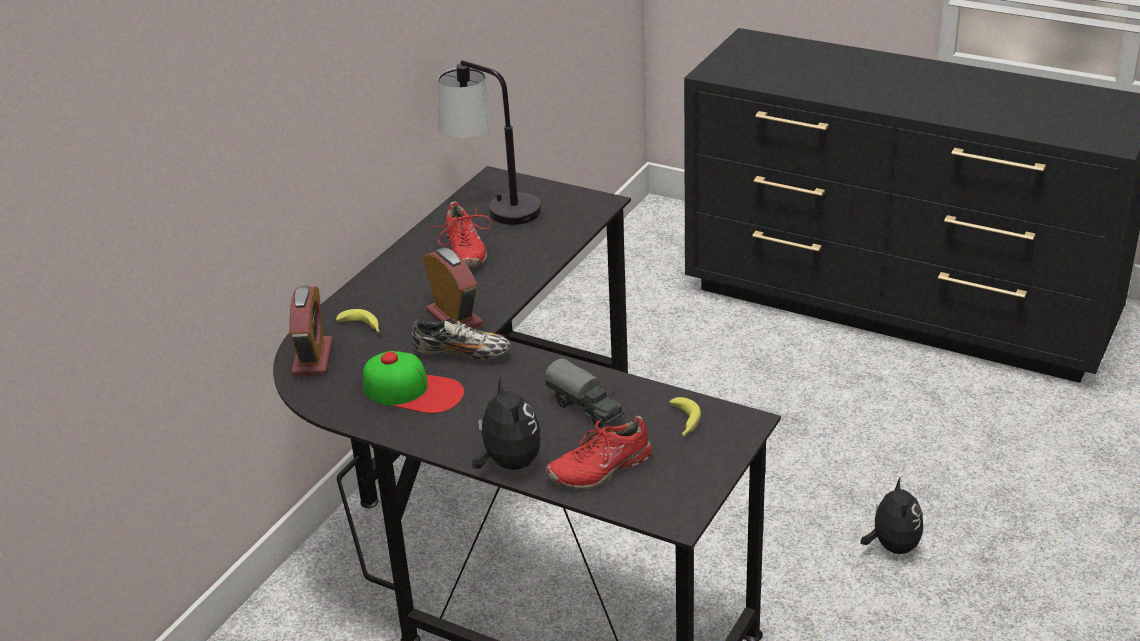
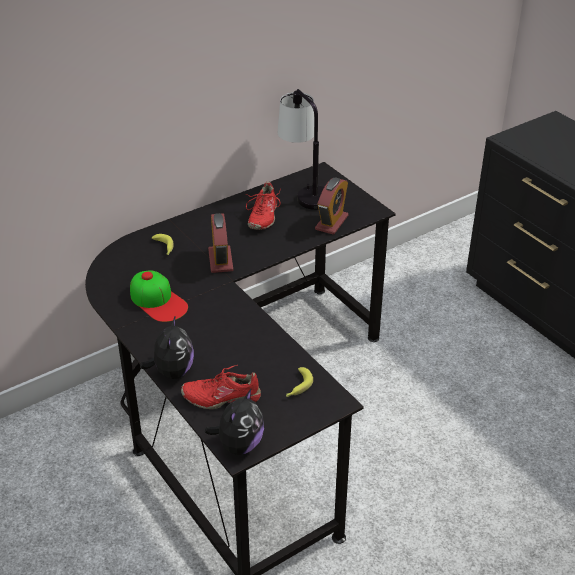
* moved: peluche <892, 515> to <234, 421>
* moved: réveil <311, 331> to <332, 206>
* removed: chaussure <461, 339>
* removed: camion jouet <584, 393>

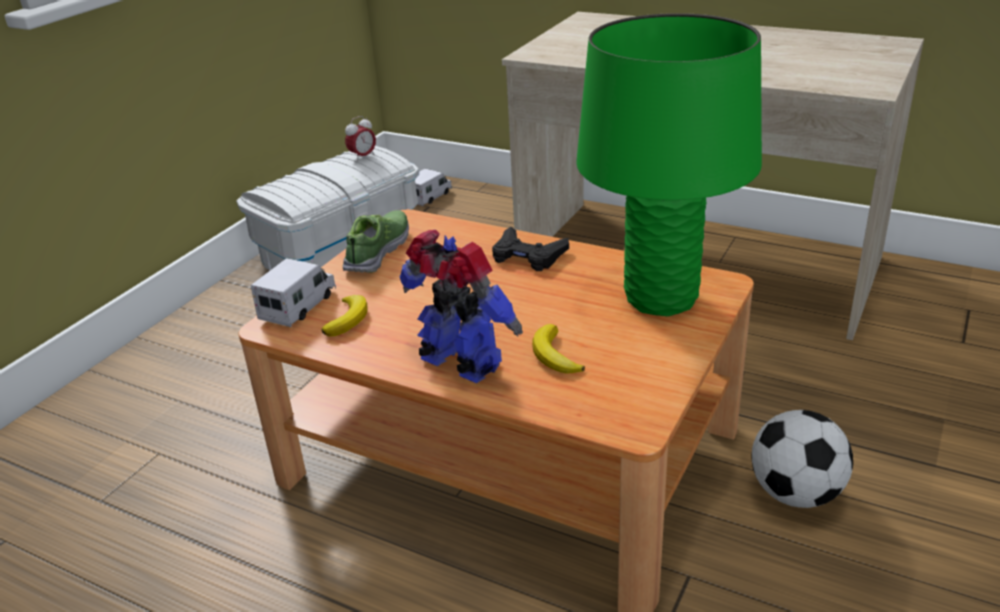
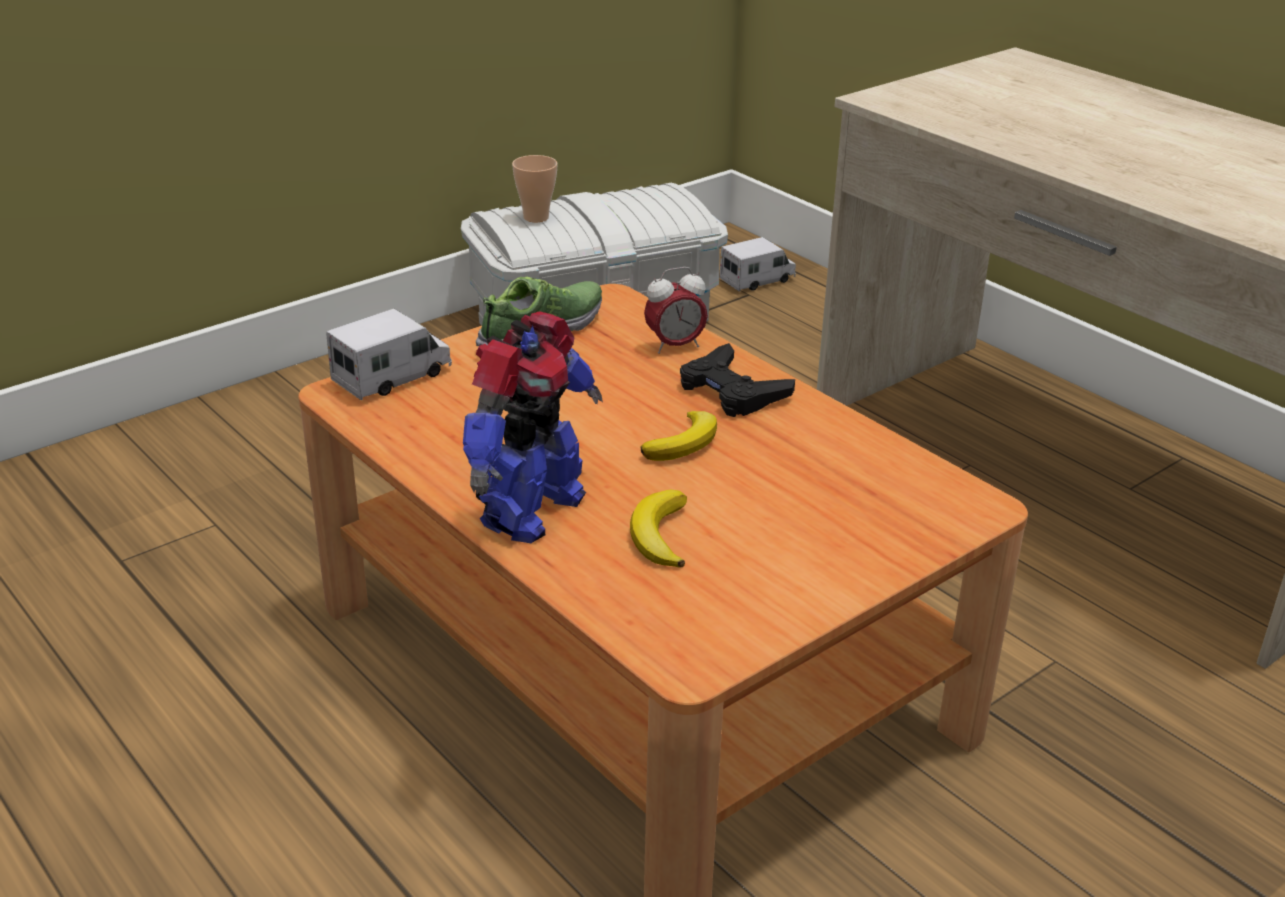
* turned: robot jouet <461, 306> = <533, 427> 60 degrees clockwise
* added: tasse <535, 188>
* moved: banane <344, 316> to <678, 436>
* moved: réveil <360, 138> to <676, 310>
* removed: lampe de table [vert] <669, 164>
* removed: ballon de foot <802, 459>

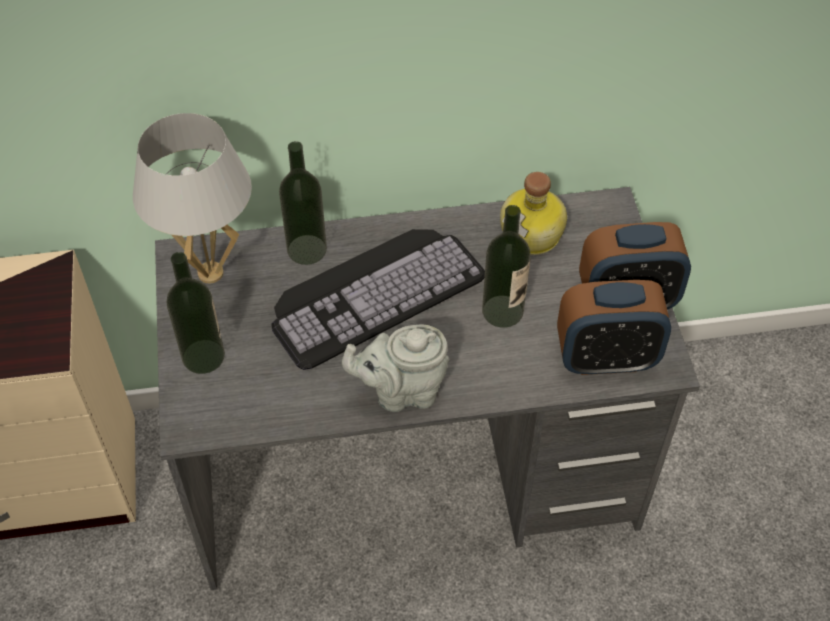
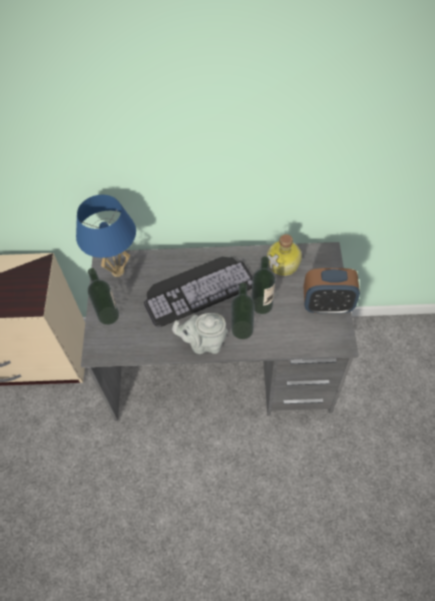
* recoloured: lampe de table [blanc] <192, 198> to lampe de table [bleu] <106, 236>
* moved: bouteille <303, 203> to <243, 311>
* removed: réveil <614, 327>

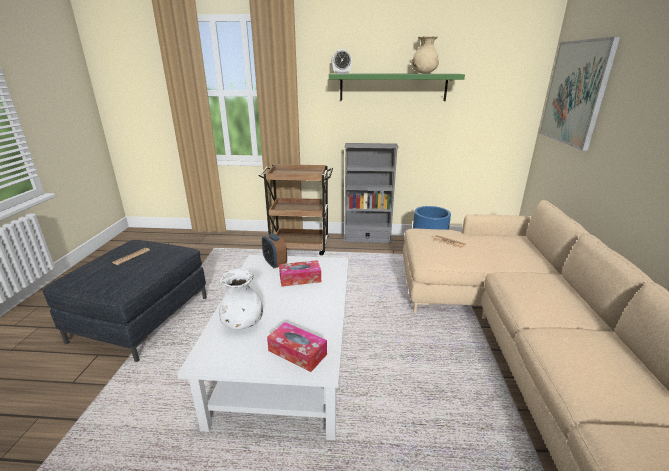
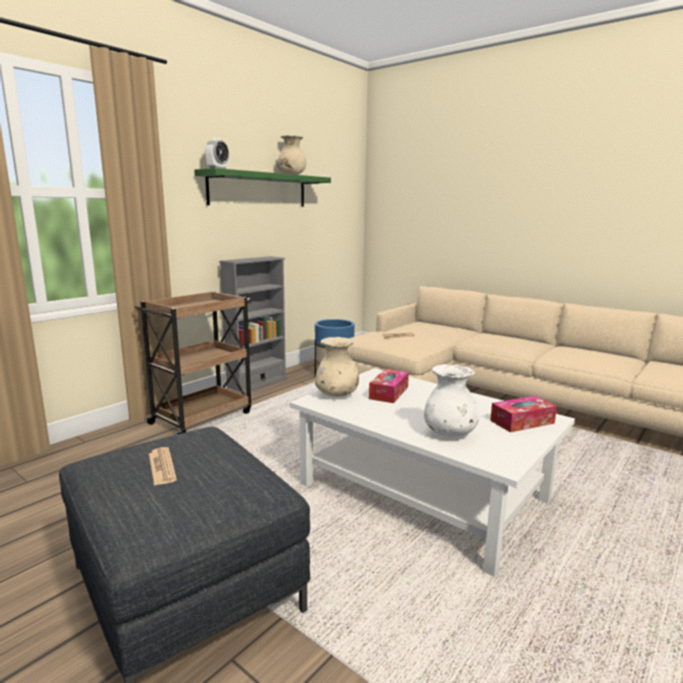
* replaced: réveil <274, 250> to vase [beige] <337, 367>
* removed: tableau <579, 94>

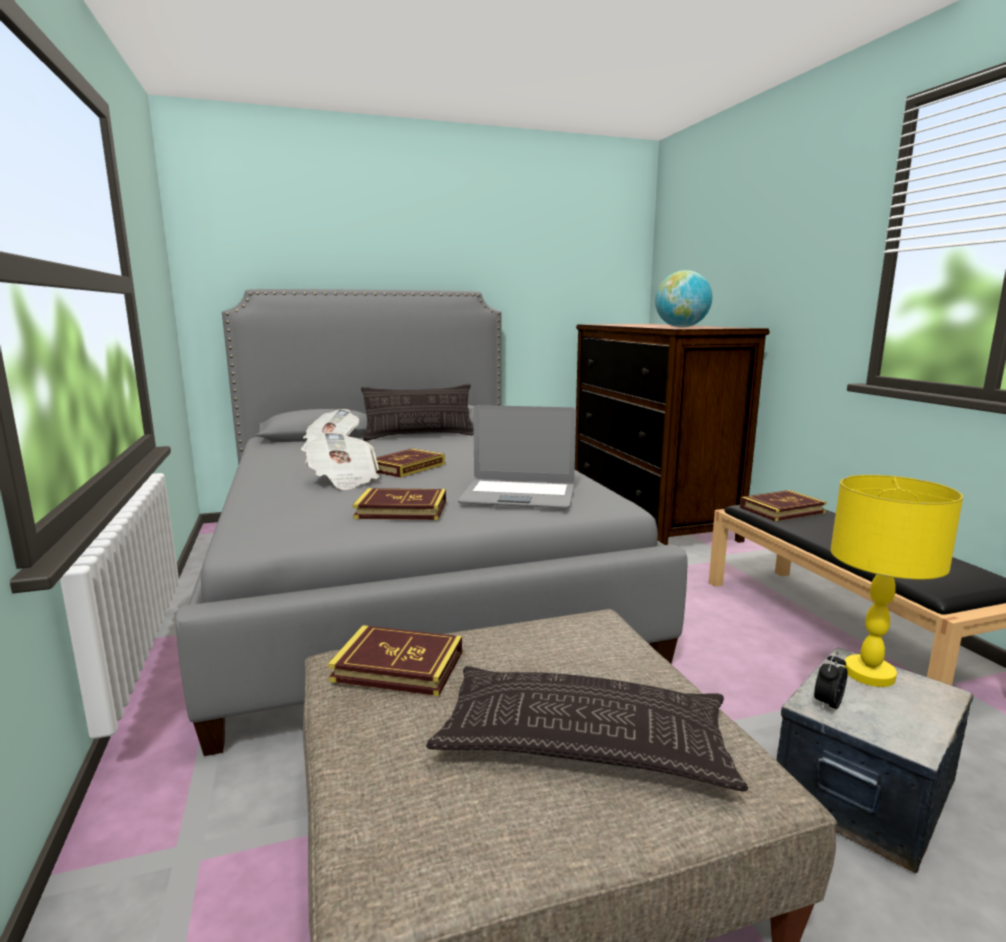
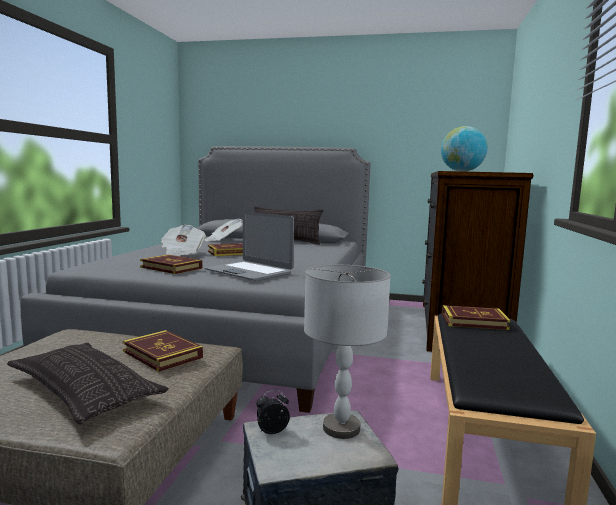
* moved: livre <395, 660> to <163, 351>
* recoloured: lampe de table [jaune] <896, 581> to lampe de table [gris] <347, 352>

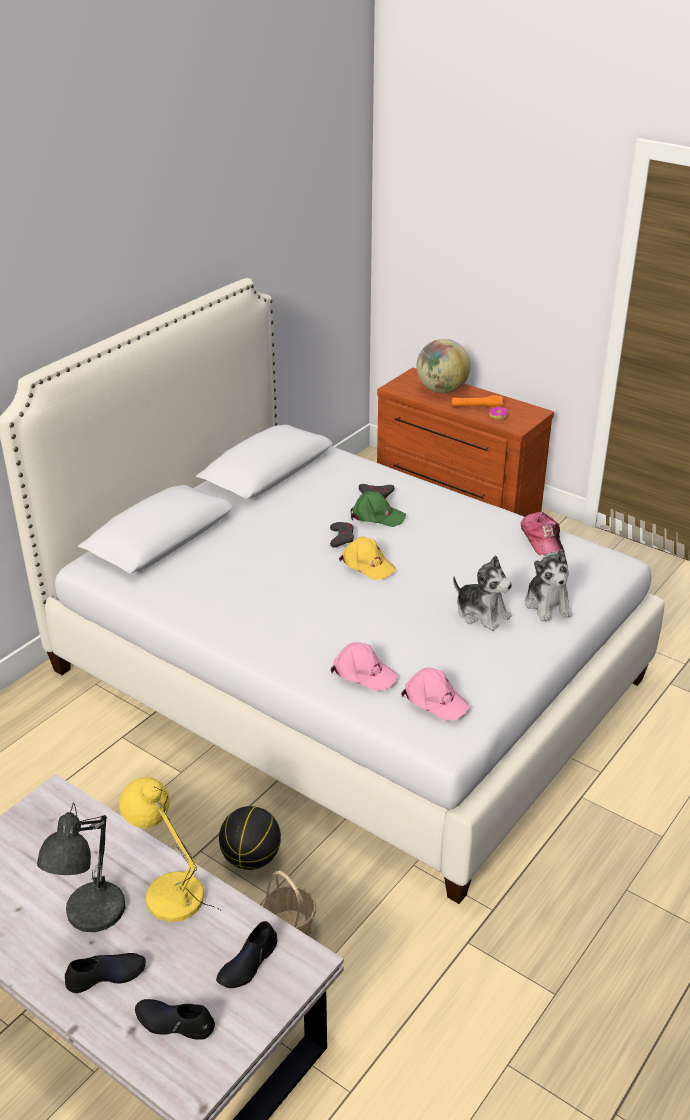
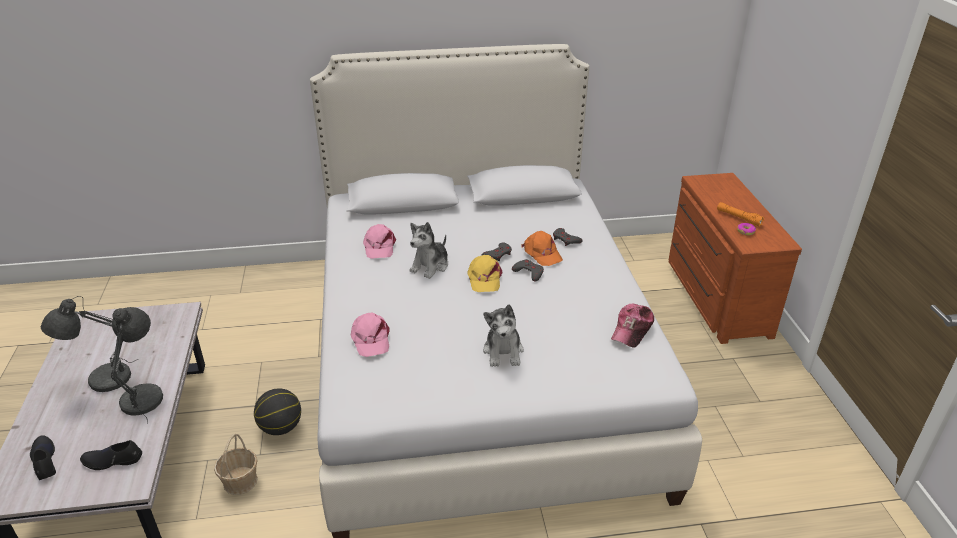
* recoloured: lampe de table [jaune] <170, 849> to lampe de table [gris] <137, 365>
* moved: casquette [rose] <435, 694> to <379, 241>
* moved: peluche <548, 585> to <428, 250>
* added: manette [gris] <528, 270>
* recoloured: casquette [vert] <378, 509> to casquette [orange] <542, 248>
* removed: chaussure [noir] <105, 973>
* removed: globe <443, 366>

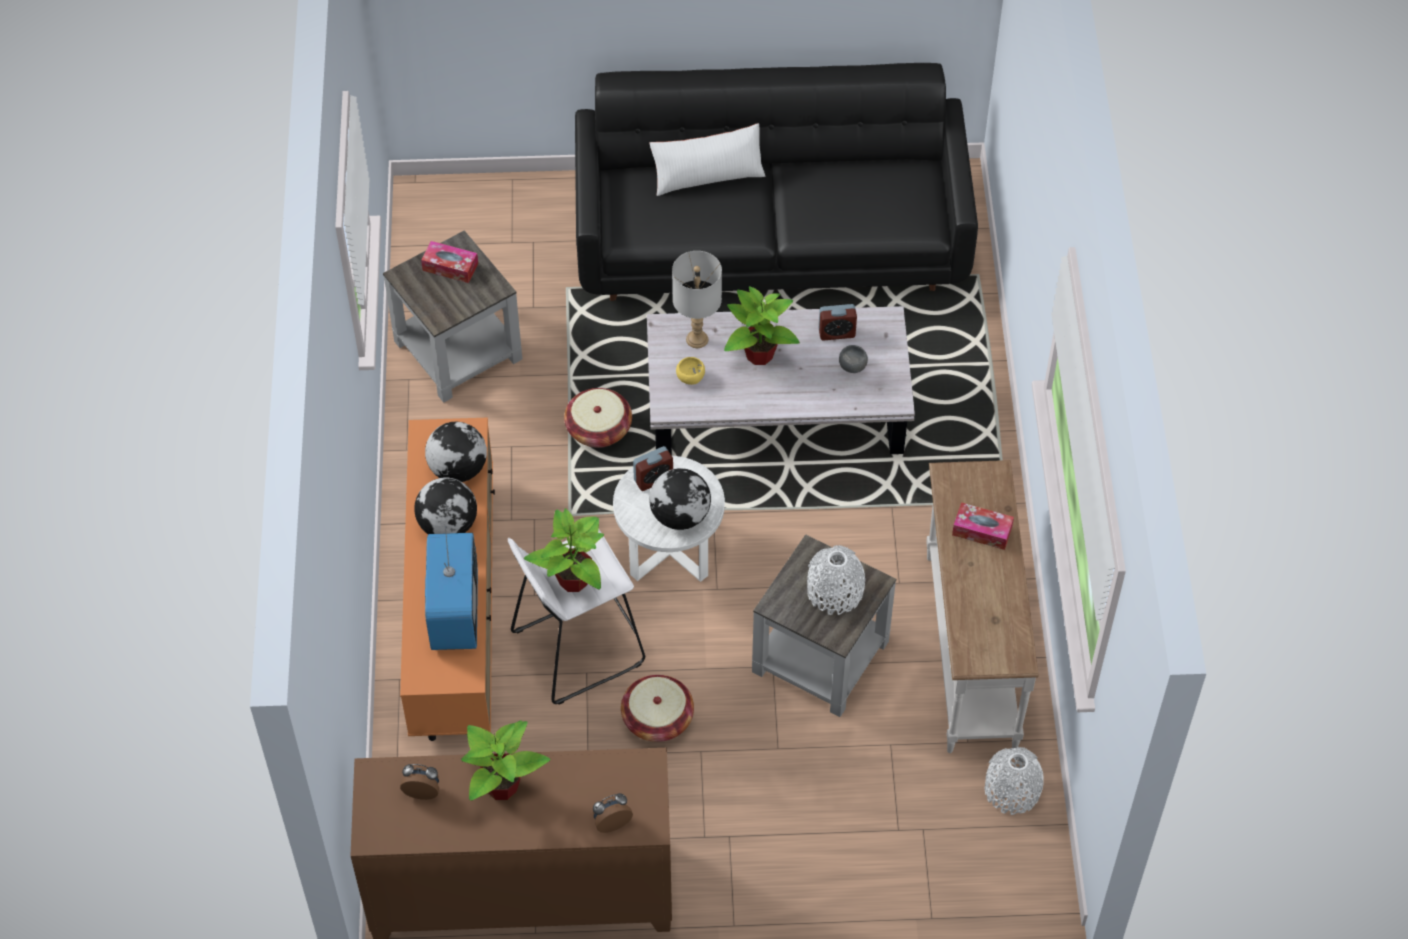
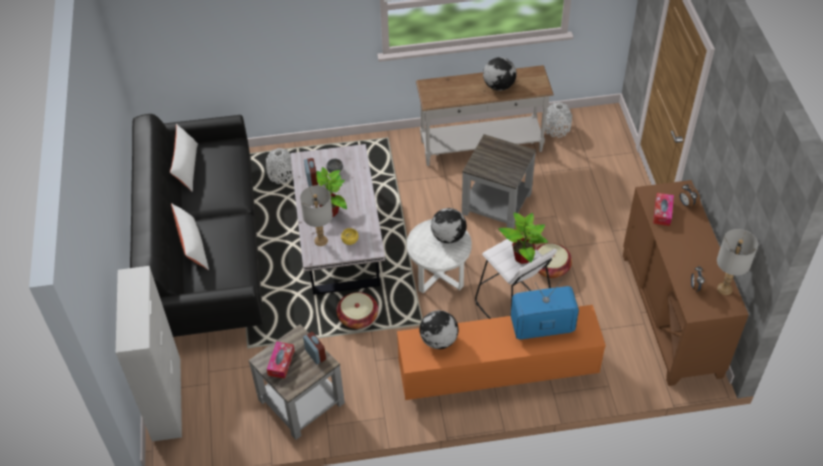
* added: meuble de rangement [blanc] <149, 354>
* added: coussin [blanc] <184, 158>
* moved: vase [blanc] <836, 580> to <279, 166>
* moved: réveil <653, 468> to <314, 348>
* moved: globe <445, 506> to <500, 74>
* moved: boîte à mouchoirs <983, 526> to <663, 209>
* added: lampe de table [gris] <737, 262>
* removed: plante en pot <506, 761>

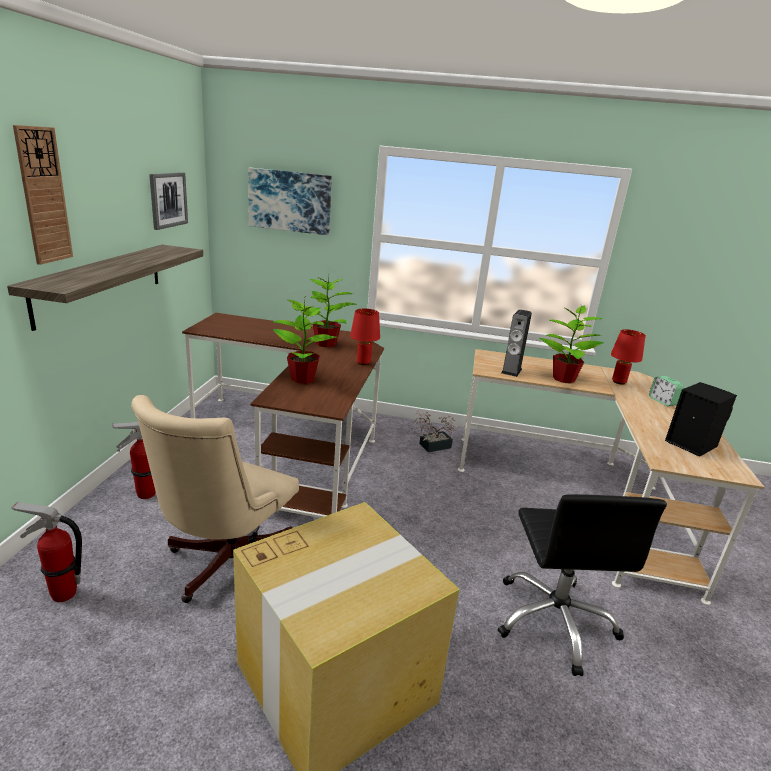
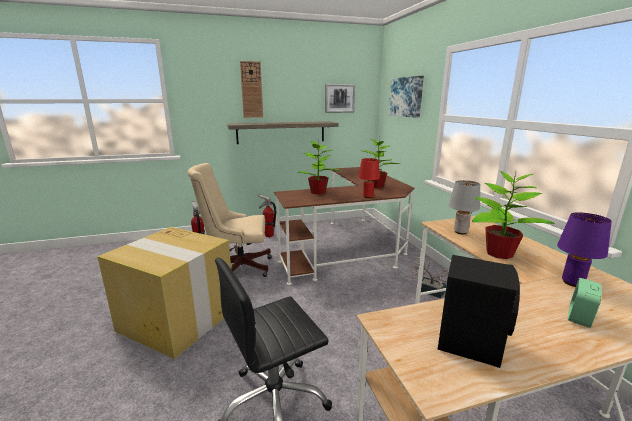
* replaced: enceinte <516, 343> to lampe de table [gris] <464, 207>
* recoloured: lampe de table [rouge] <628, 357> to lampe de table [violet] <584, 249>

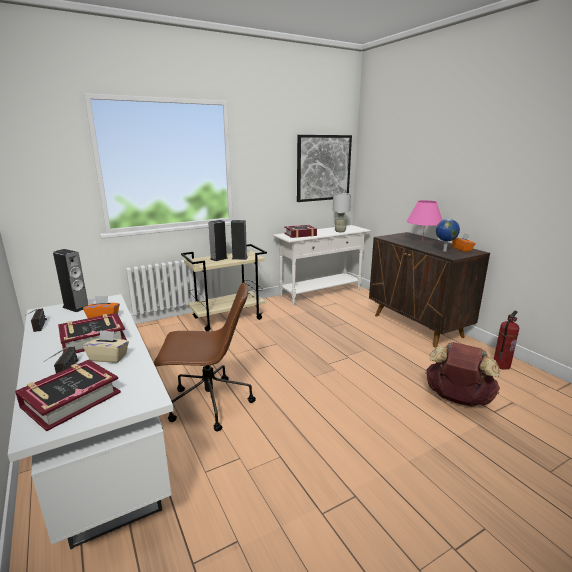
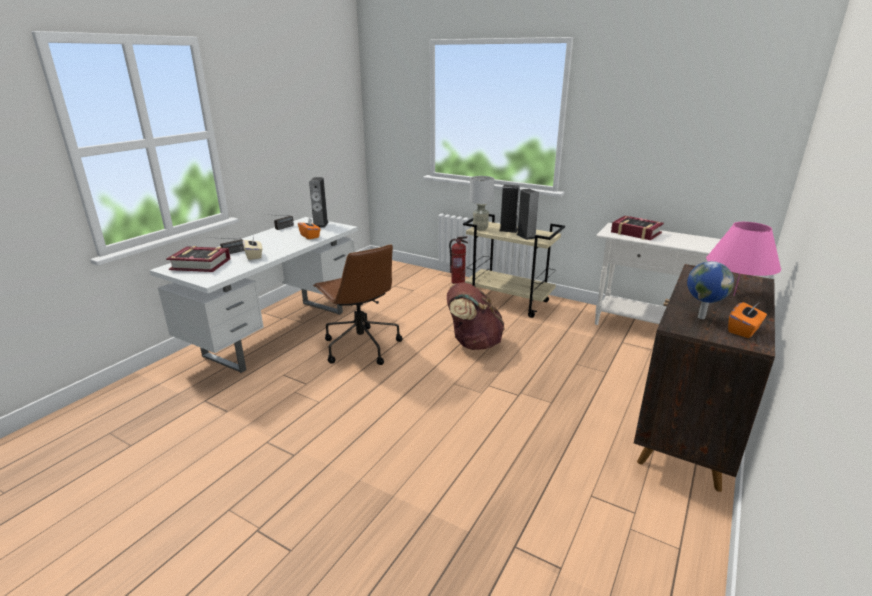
* moved: sac à dos [marron] <463, 374> to <476, 316>
* moved: extincteur <506, 340> to <458, 260>
* moved: lampe de table [gris] <342, 212> to <482, 203>
* removed: livre <92, 333>
* removed: tableau <324, 168>

